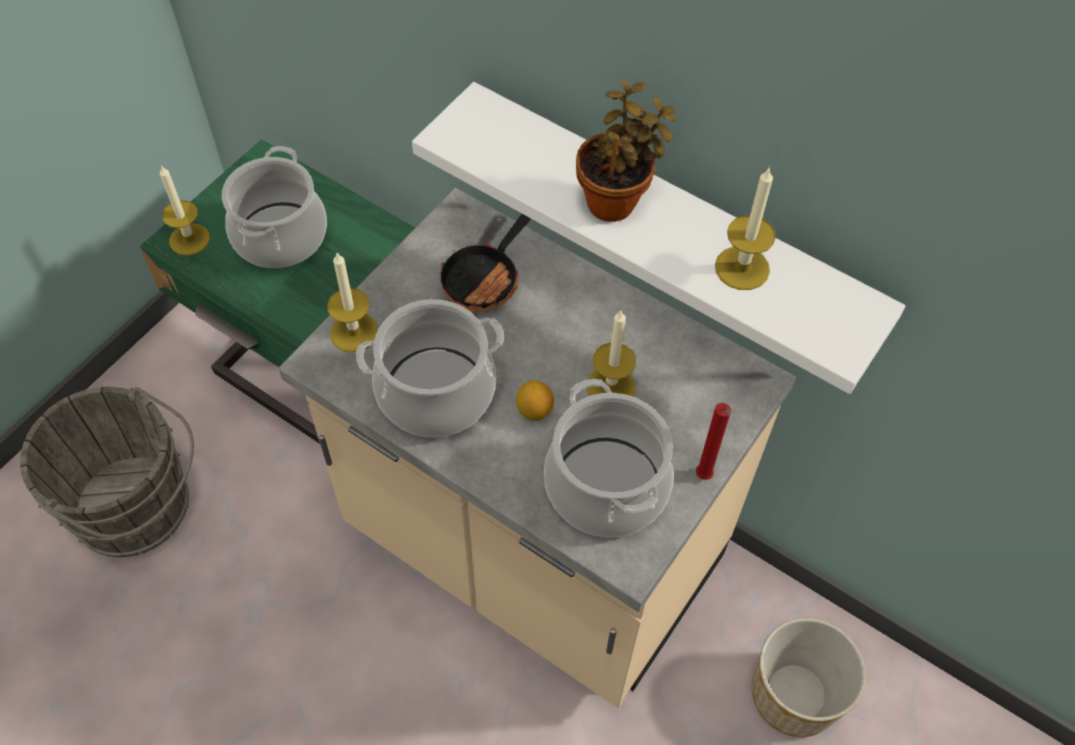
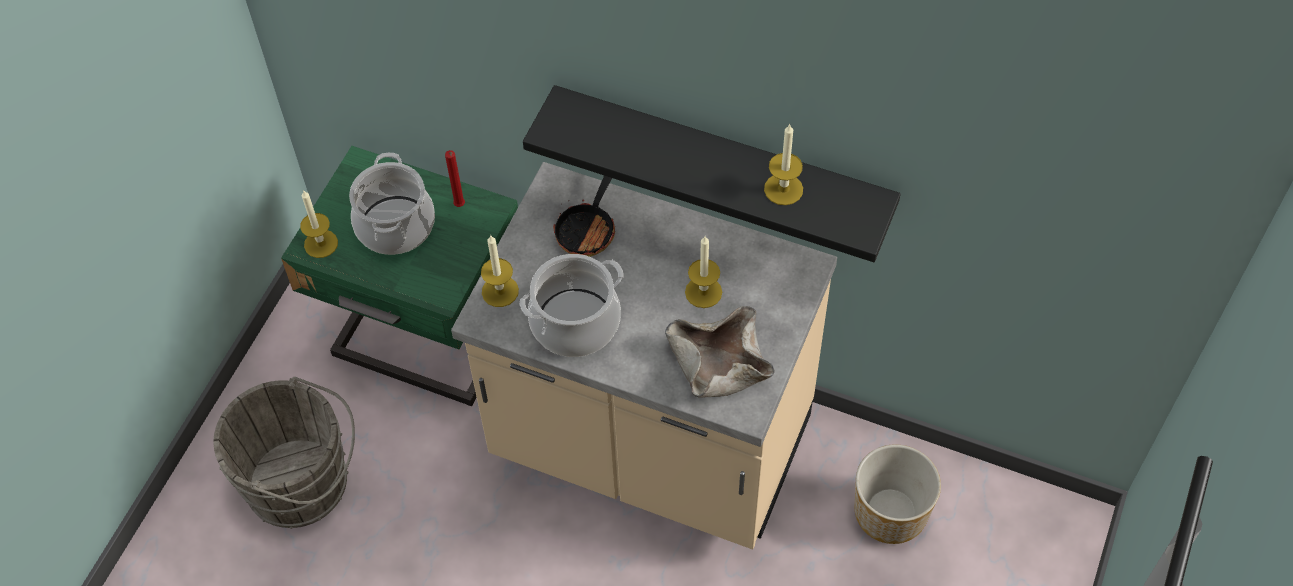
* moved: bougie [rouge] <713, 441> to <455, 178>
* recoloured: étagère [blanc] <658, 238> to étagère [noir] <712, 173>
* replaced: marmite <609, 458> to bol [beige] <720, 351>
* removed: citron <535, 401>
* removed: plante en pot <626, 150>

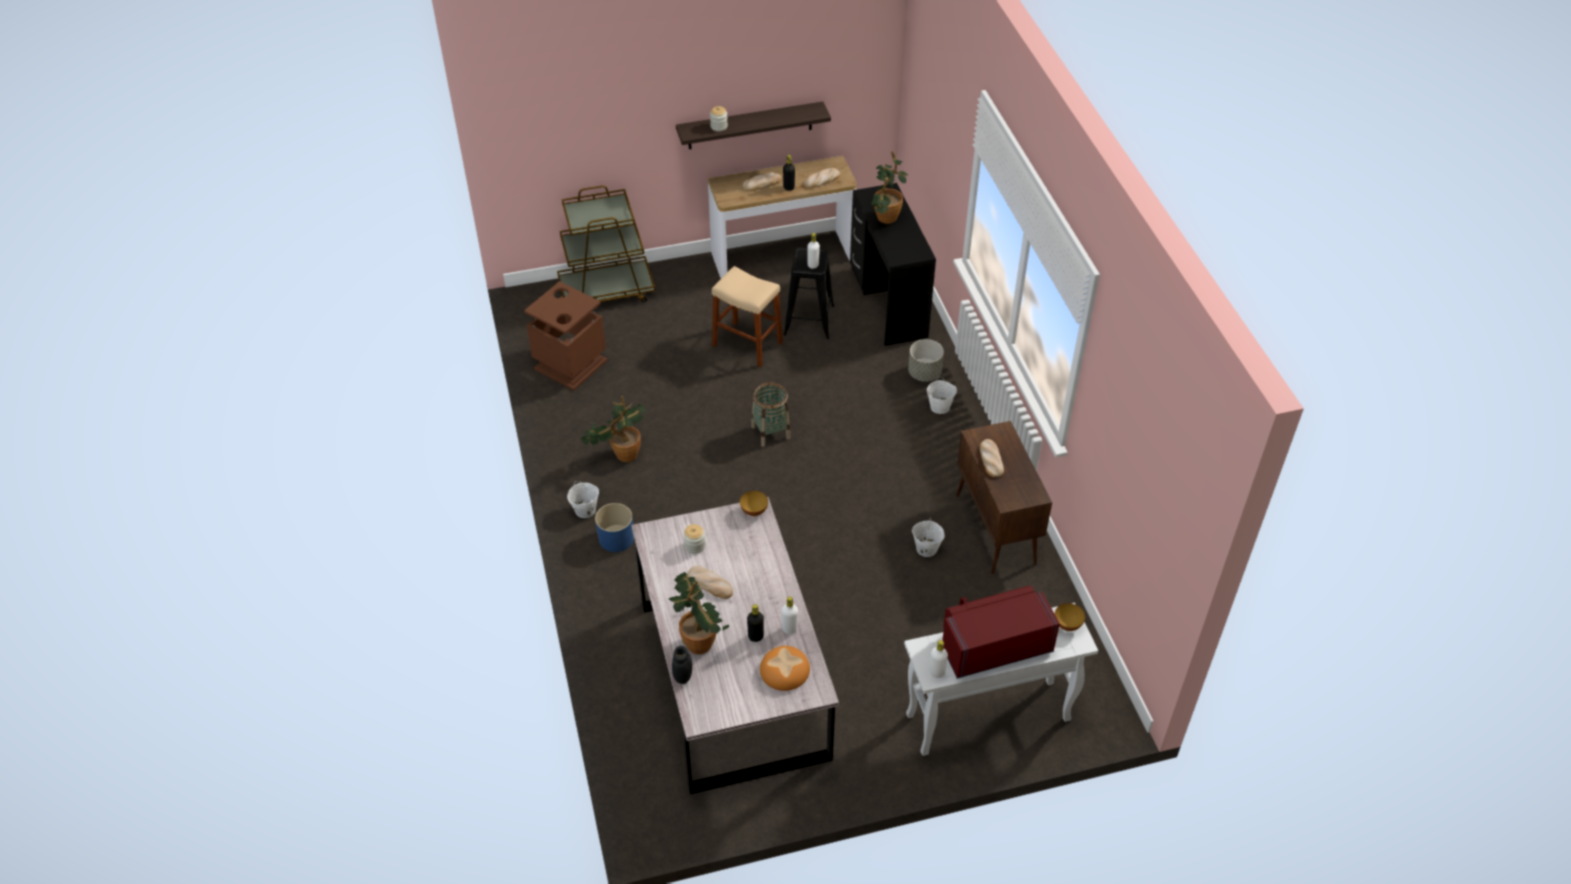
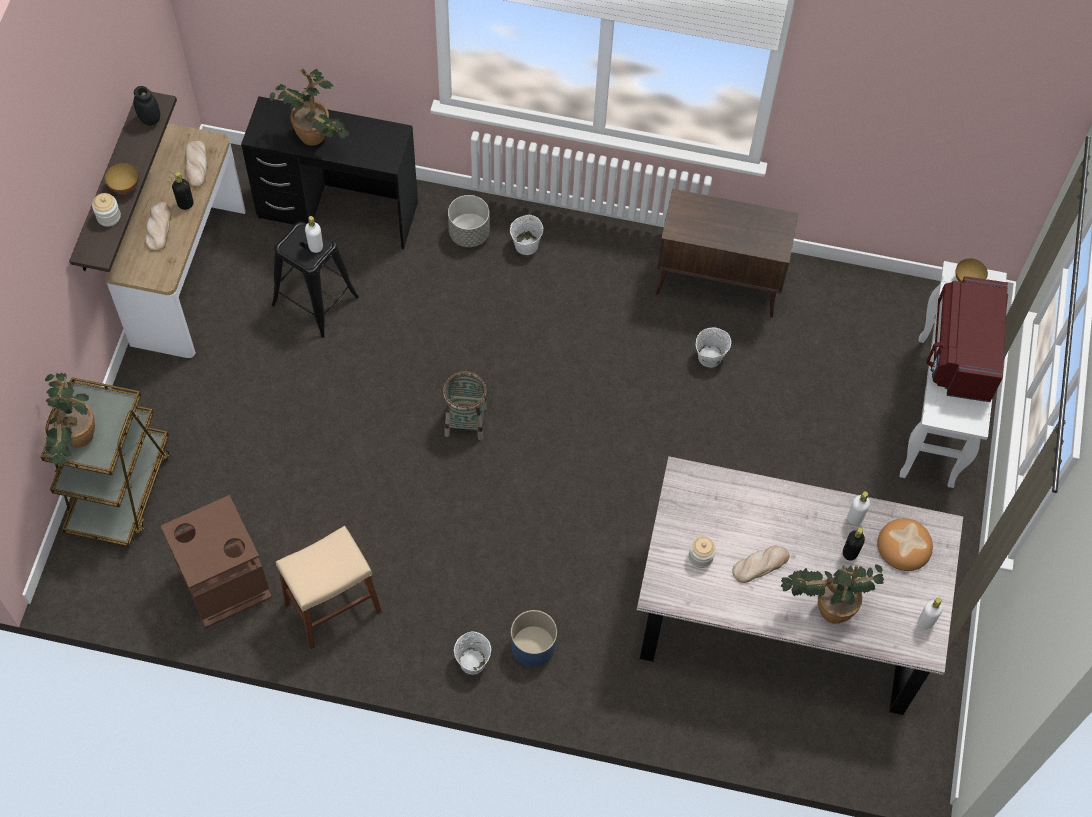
* moved: plante en pot <614, 429> to <70, 419>
* moved: bol <754, 503> to <122, 178>
* moved: bocal [noir] <682, 665> to <147, 106>
* moved: tabouret [beige] <747, 316> to <328, 587>
* moved: bouteille [blanc] <938, 659> to <930, 613>
* removed: pain <992, 458>

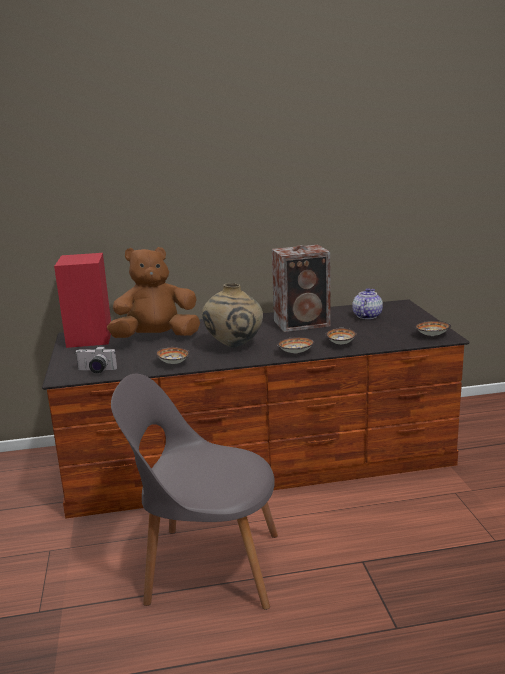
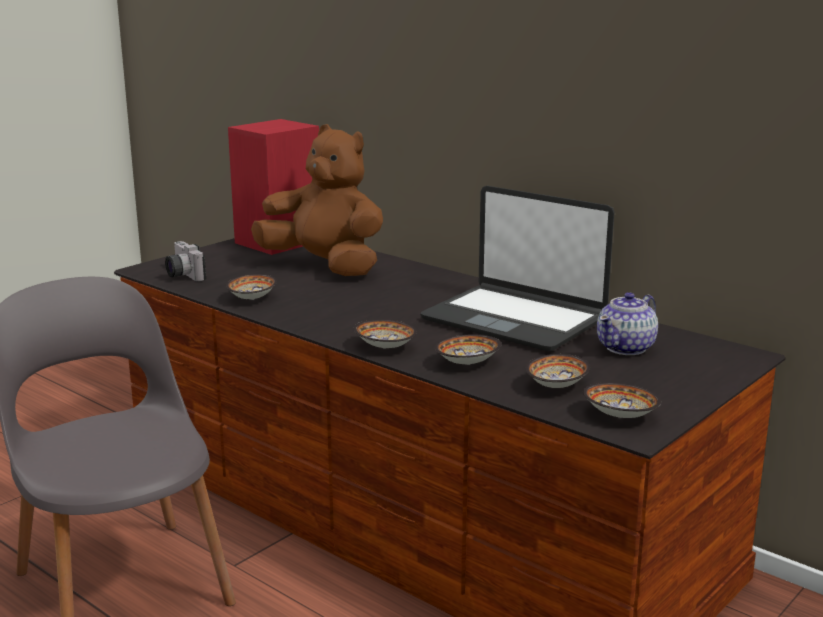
* replaced: enceinte <301, 288> to ordinateur portable <517, 268>
* added: bol <558, 371>
* turned: théière <367, 303> = <627, 323> 150 degrees clockwise
* removed: vase [beige] <232, 315>

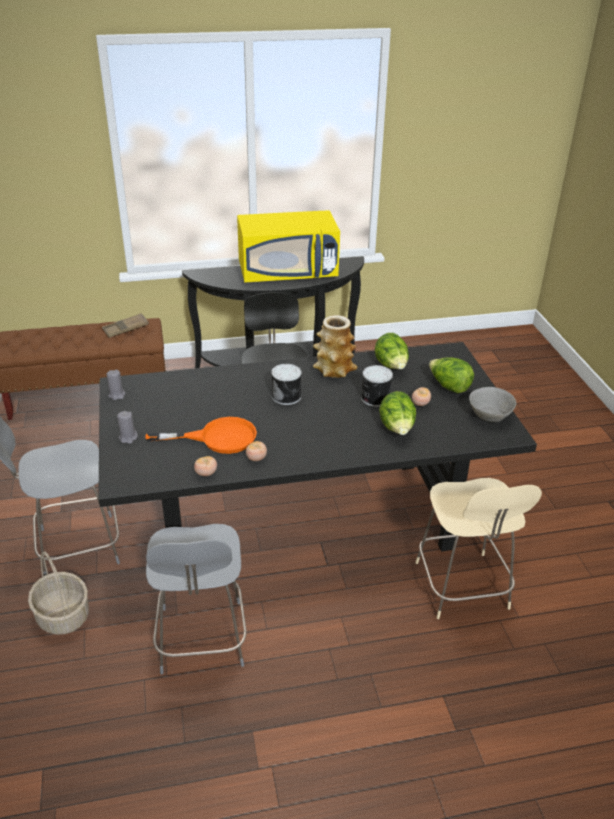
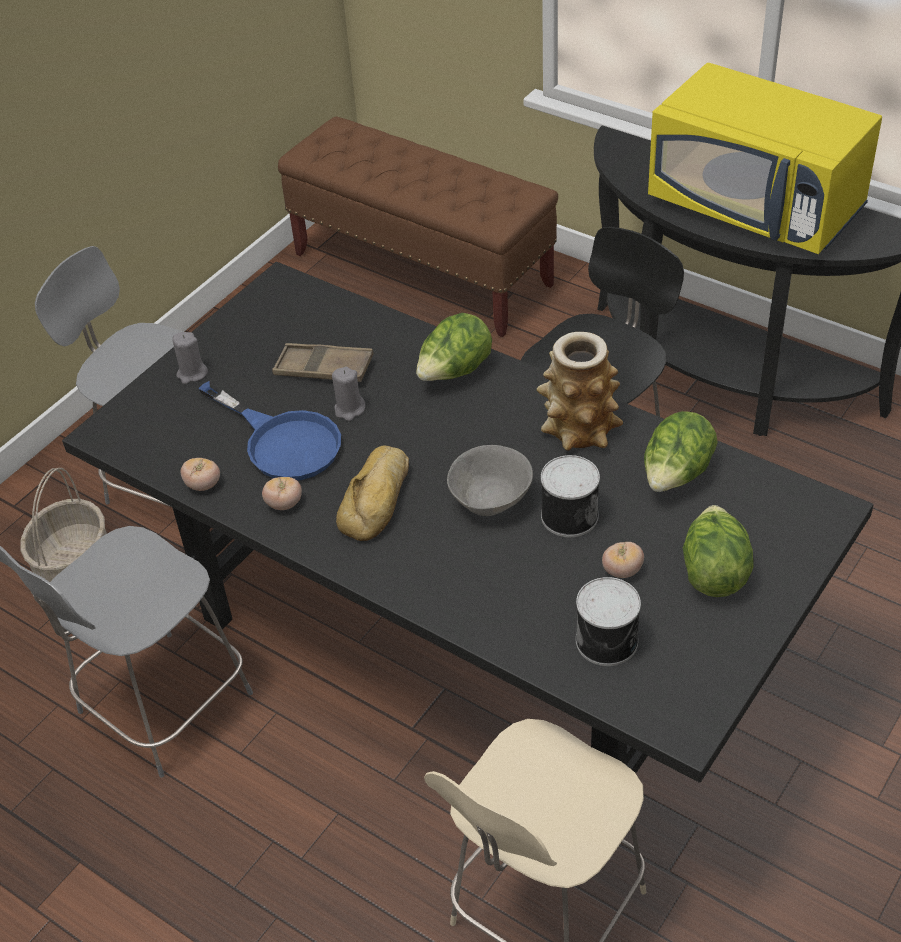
* recoloured: poêle [orange] <201, 435> to poêle [bleu] <269, 431>
* moved: plateau [marron] <125, 325> to <323, 362>
* moved: bougie [gris] <116, 385> to <348, 394>
* added: pain <372, 493>
* moved: laitue <397, 413> to <454, 347>
* moved: bol [gris] <492, 404> to <490, 480>
* moved: boîte métallique <286, 384> to <608, 621>

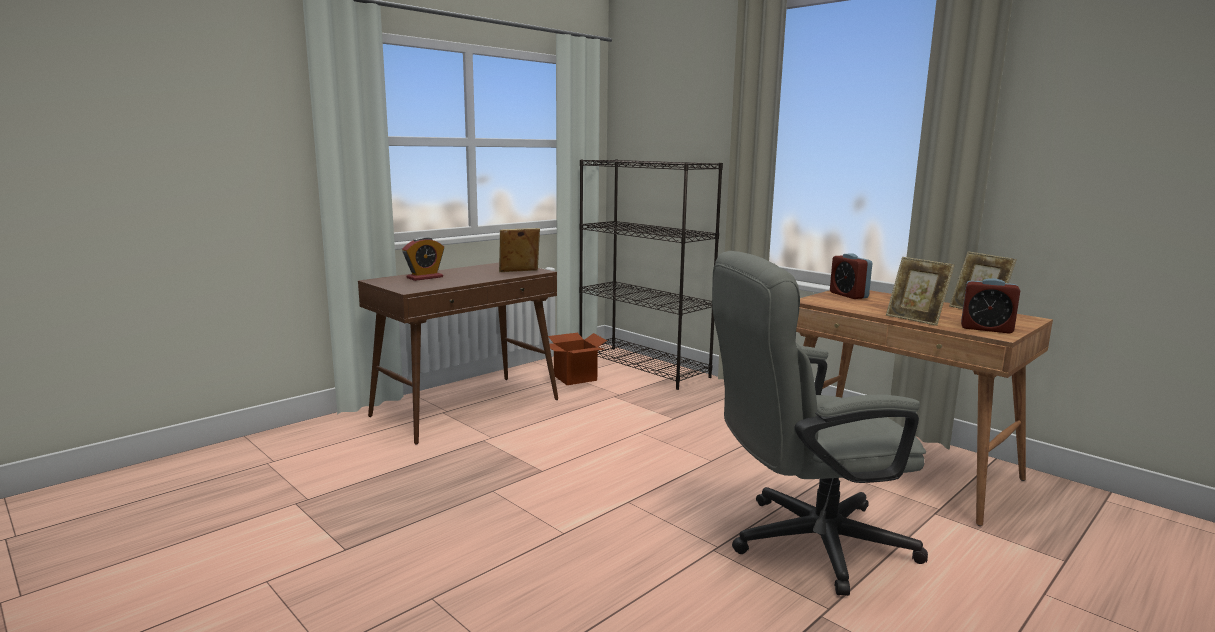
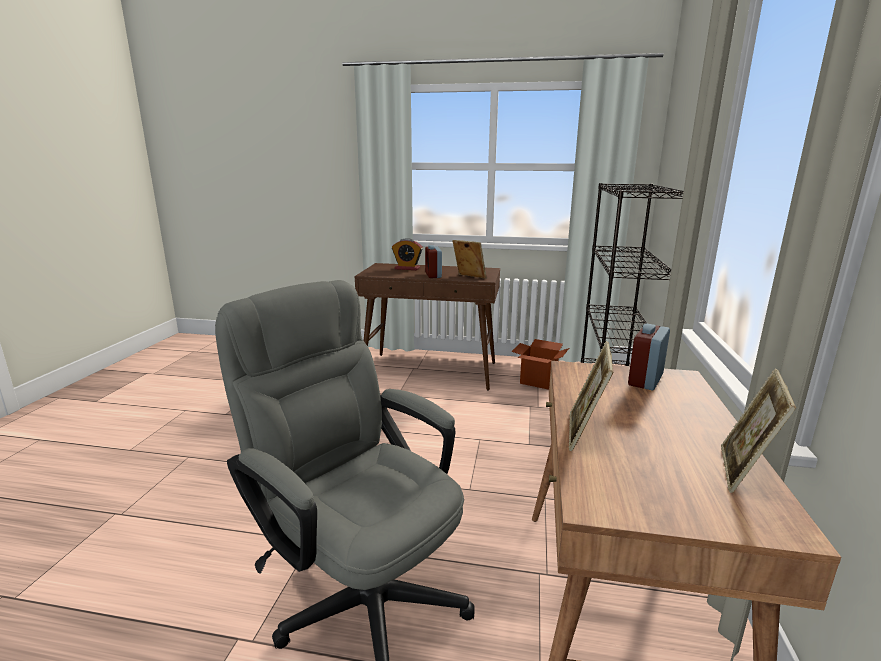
* moved: réveil <990, 305> to <433, 261>

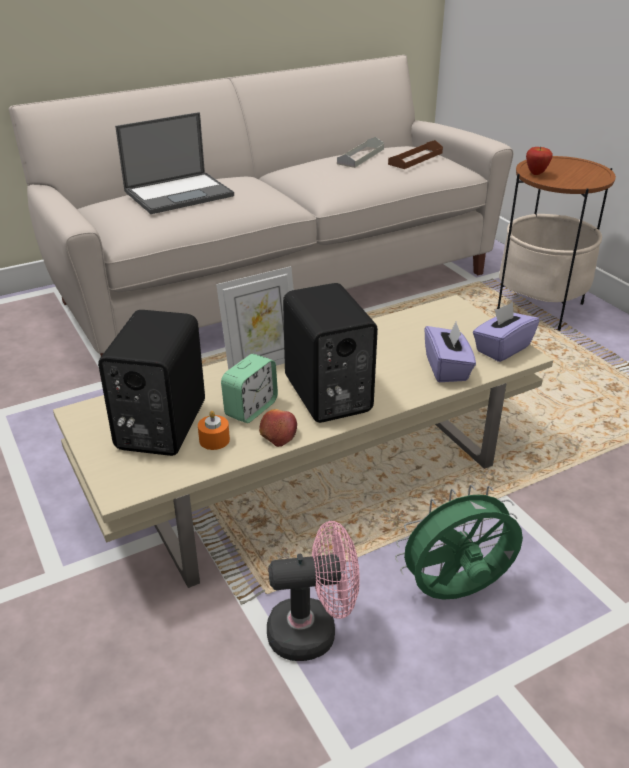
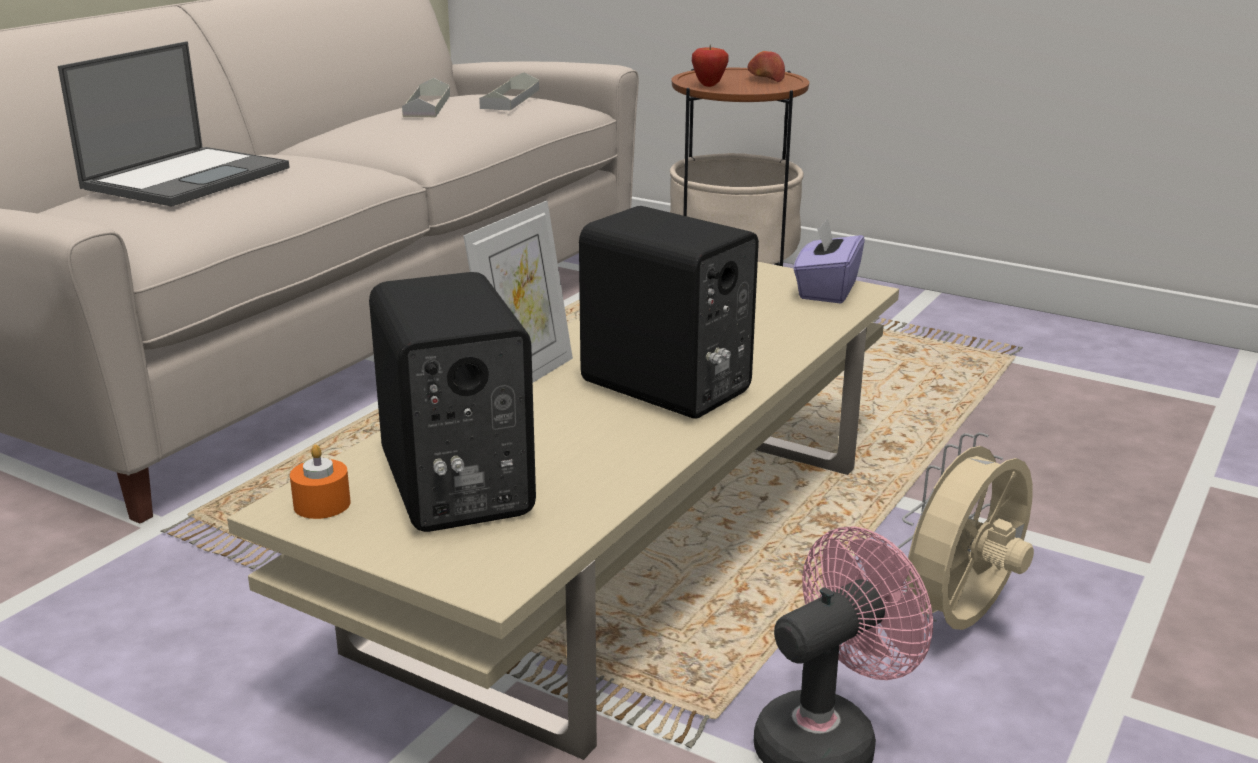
* moved: bougie [orange] <214, 430> to <320, 482>
* recoloured: plateau [marron] <415, 154> to plateau [gris] <509, 91>
* moved: pomme <278, 428> to <766, 66>
* recoloured: ventilateur [vert] <459, 542> to ventilateur [beige] <966, 531>
* removed: réveil <249, 388>
* removed: boîte à mouchoirs [violet] <450, 352>

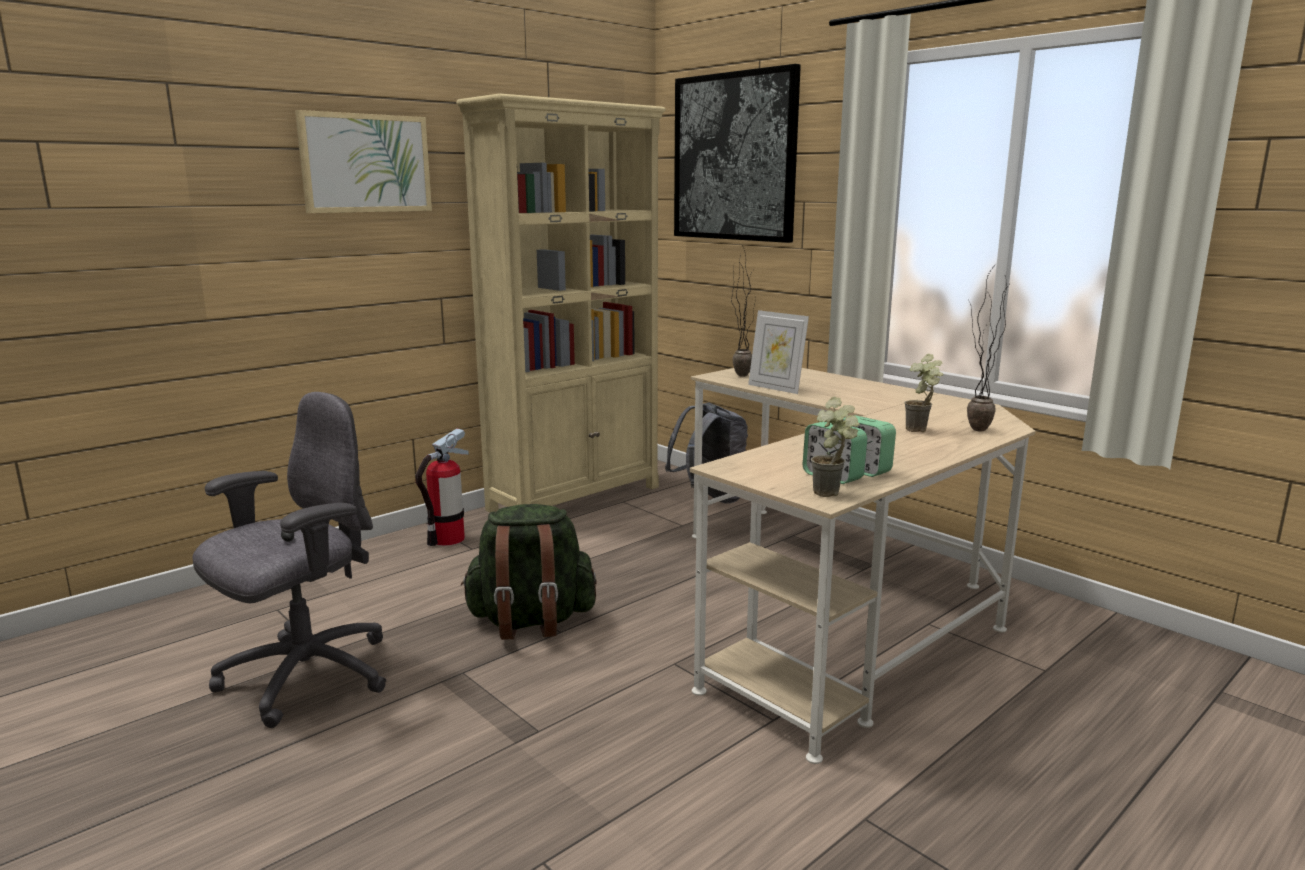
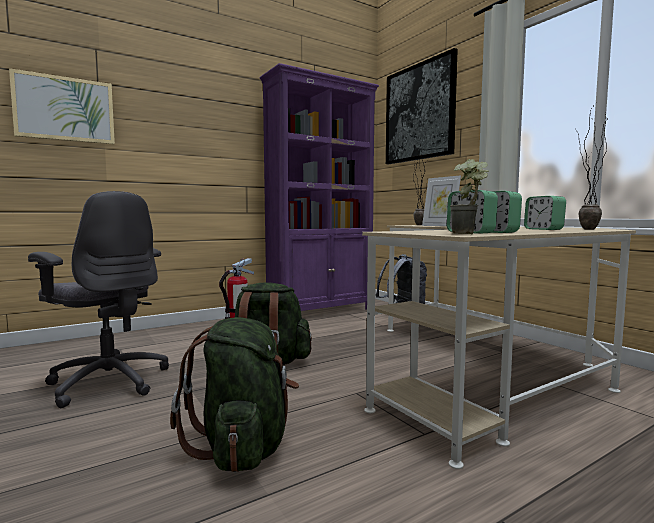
* moved: tableau <363, 161> to <62, 106>
* turned: chaise de bureau [gris] <289, 560> = <98, 299> 75 degrees clockwise
* added: sac à dos [vert] <234, 394>
* recoloured: bibliothèque [beige] <561, 302> to bibliothèque [violet] <319, 187>
* replaced: plante en pot <923, 393> to réveil <545, 213>

